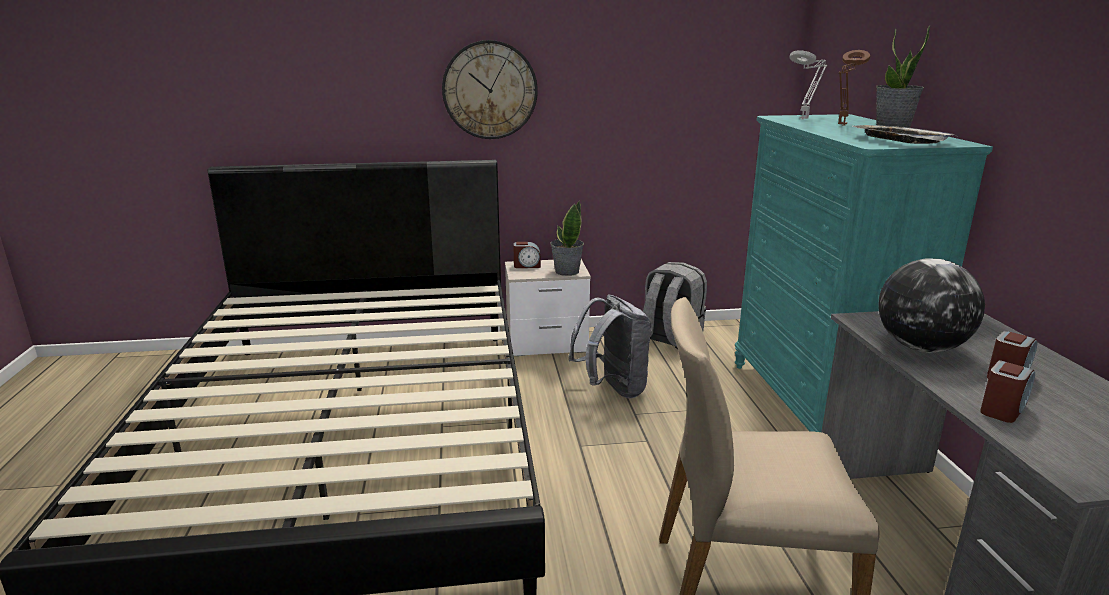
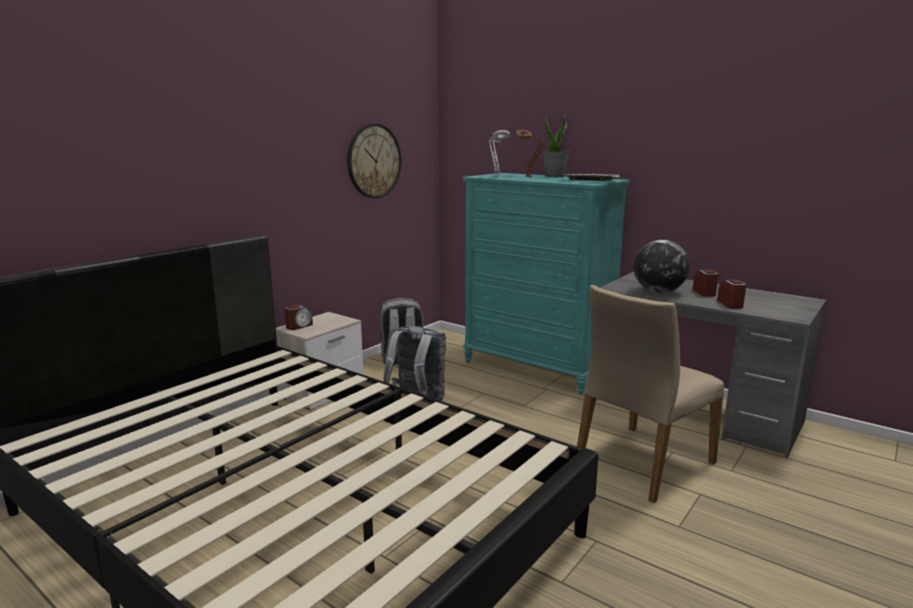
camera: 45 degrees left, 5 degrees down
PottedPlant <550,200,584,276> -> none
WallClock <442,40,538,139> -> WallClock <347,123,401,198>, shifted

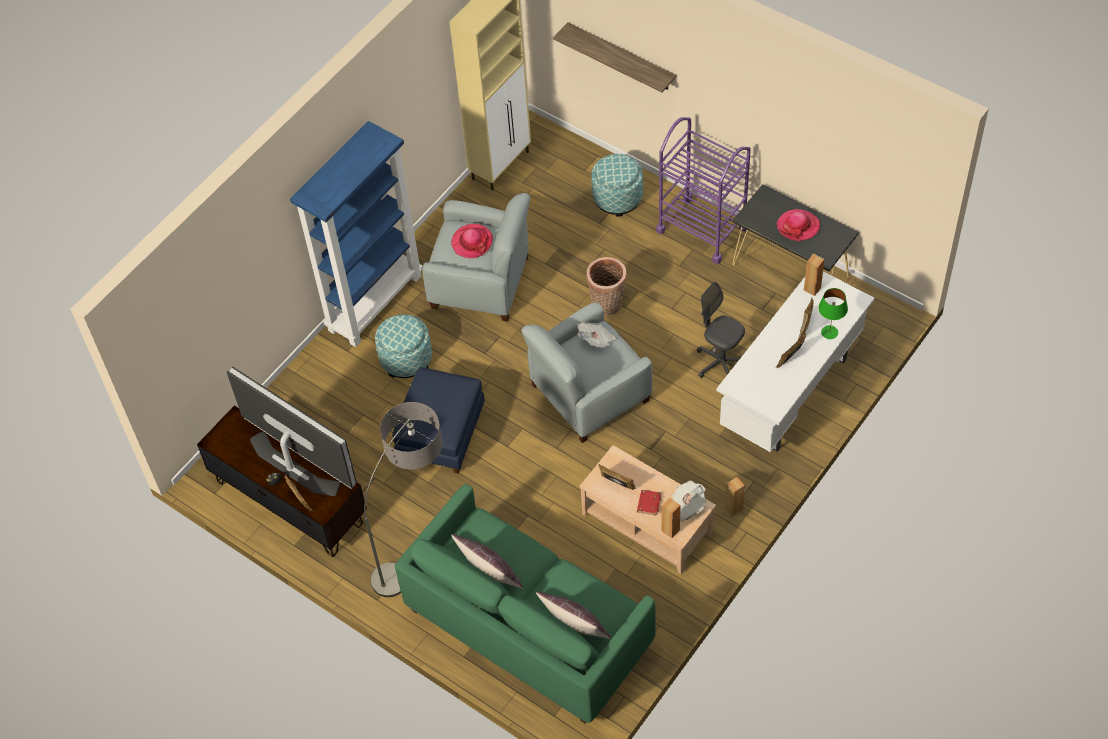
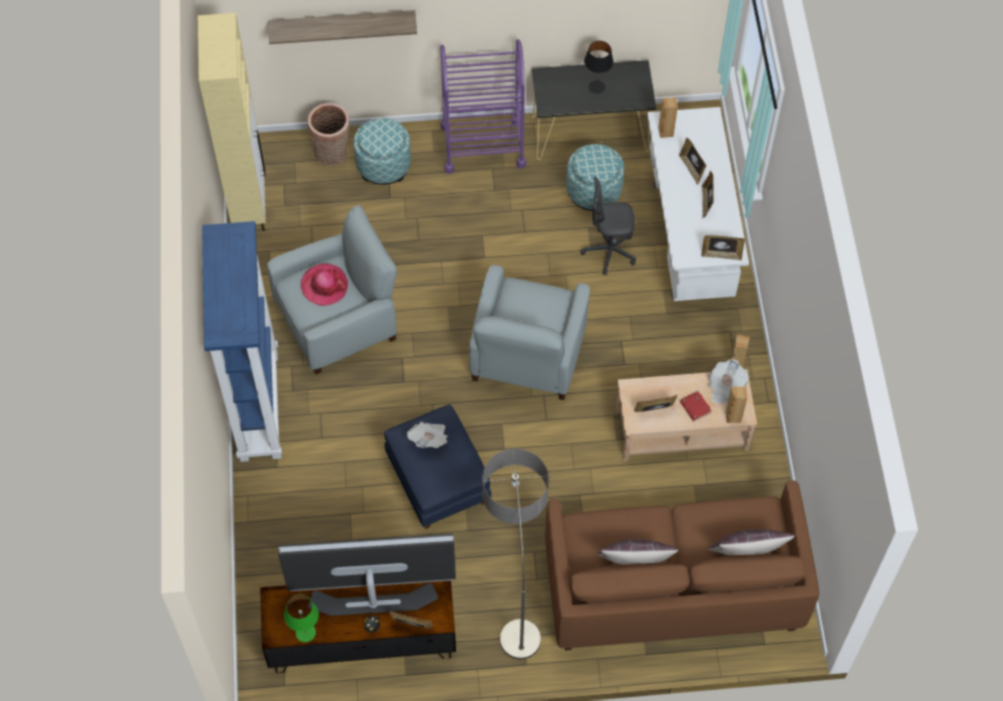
camera: 45 degrees left, 5 degrees up
none -> StandingFrame <702,235,745,260>
Ottoman <375,314,432,378> -> Ottoman <566,144,624,211>, shifted
Newspaper <578,322,616,348> -> Newspaper <407,422,447,448>, shifted
Basket <586,257,627,316> -> Basket <308,103,350,166>, shifted
GreenishLampForATable <818,288,848,339> -> GreenishLampForATable <284,595,319,642>, shifted
WearableHat <777,209,820,241> -> BlackColouredLampForATable <584,41,614,94>
GreenishCouch <395,484,656,723> -> BrownCouch <545,480,819,650>

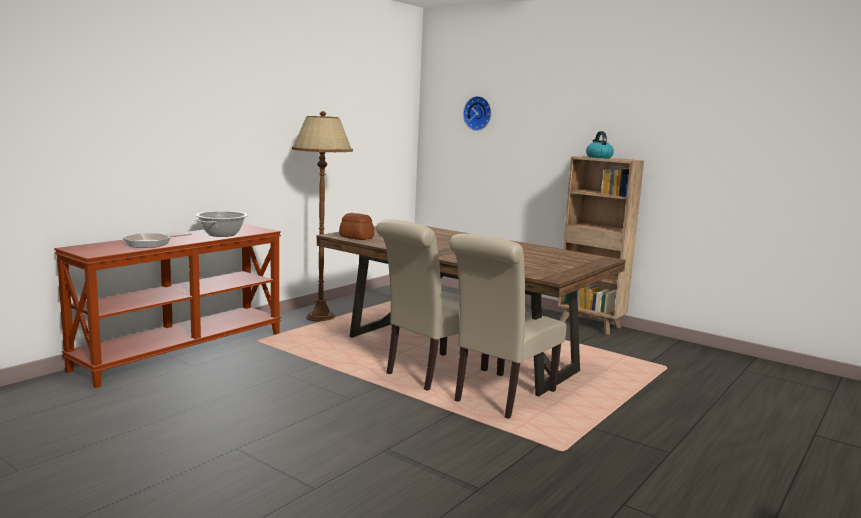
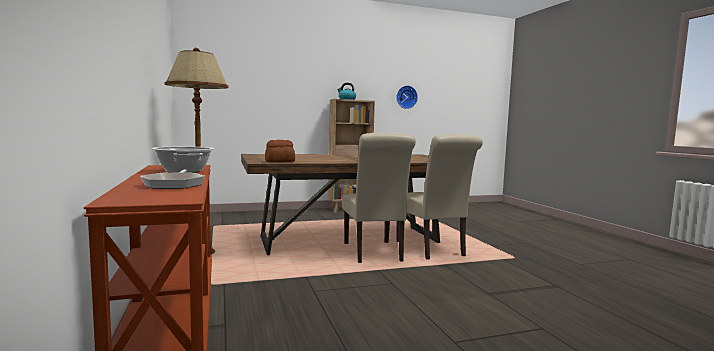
camera: 55 degrees left, 5 degrees down
WallClock <463,96,491,131> -> WallClock <396,85,418,109>, shifted

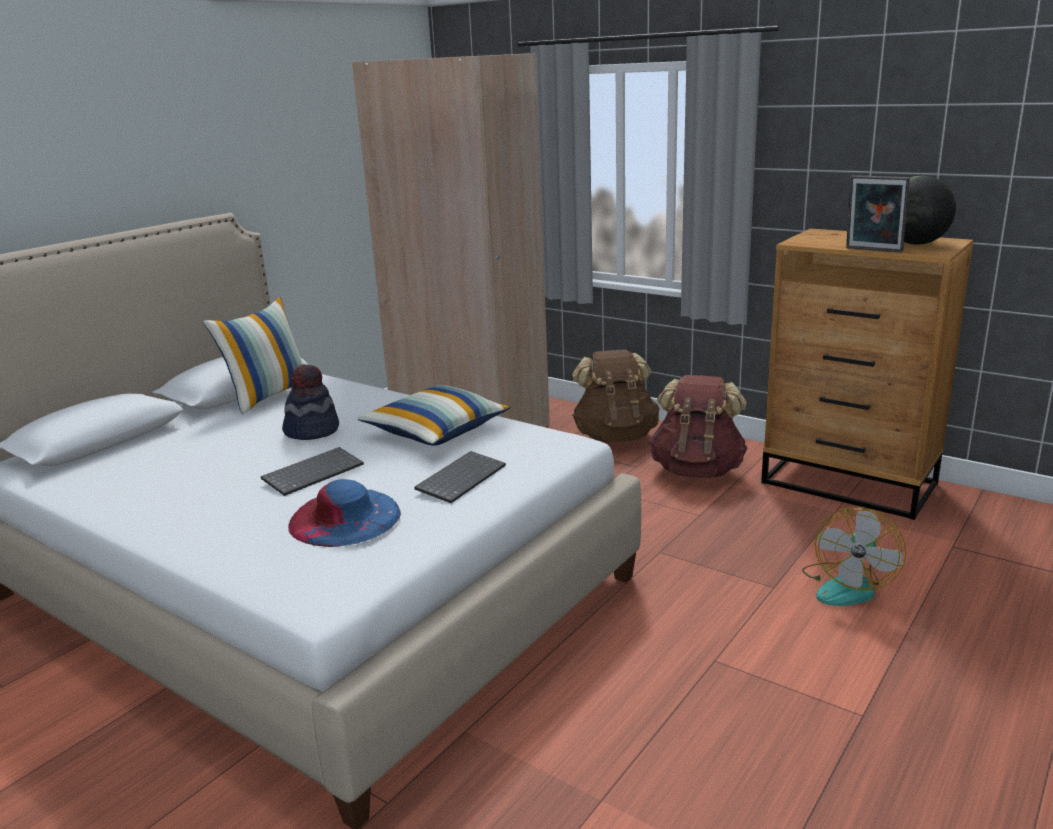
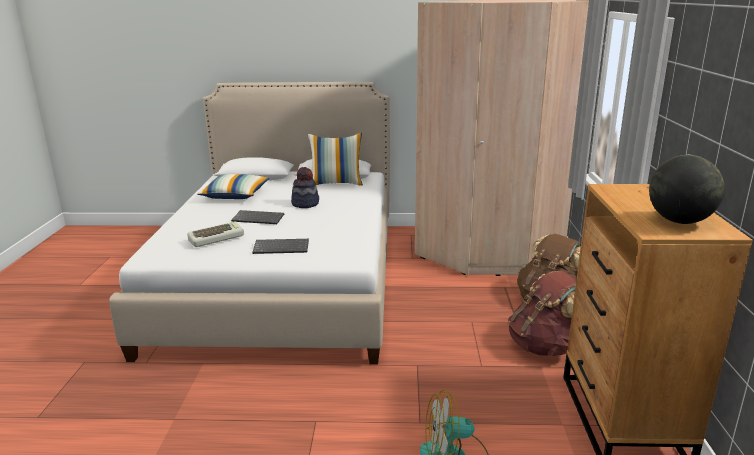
camera: 55 degrees right, 0 degrees up
StandingFrame <846,175,910,252> -> none
Cushion <358,385,510,446> -> Cushion <197,174,270,199>, shifted
BlueWearableHat <288,479,401,547> -> ComputerKeyboard <187,221,244,247>

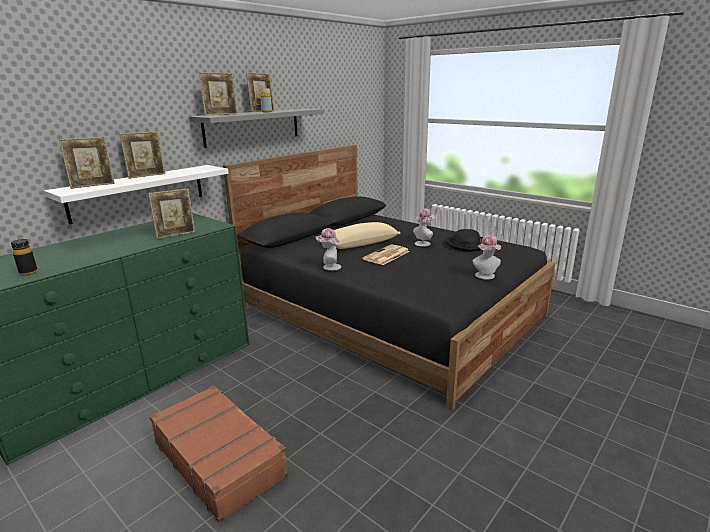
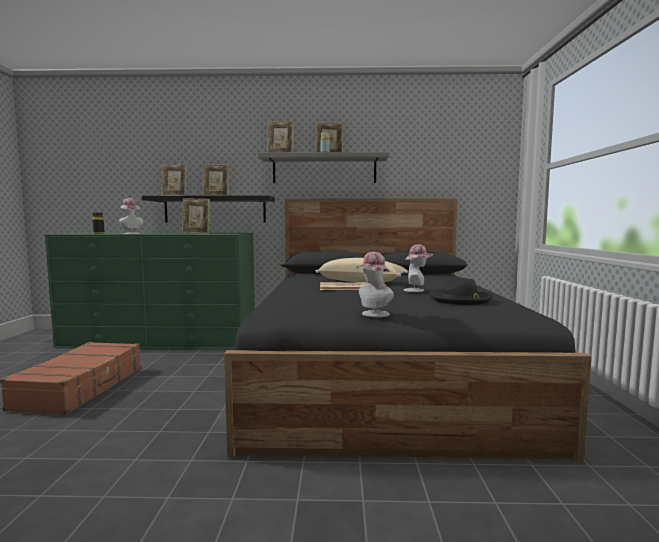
camera: 50 degrees right, 15 degrees down
WearableHat <315,228,341,271> -> WearableHat <119,198,144,234>, shifted
WhitishShelf <44,165,229,225> -> BlackColouredShelf <142,195,275,223>

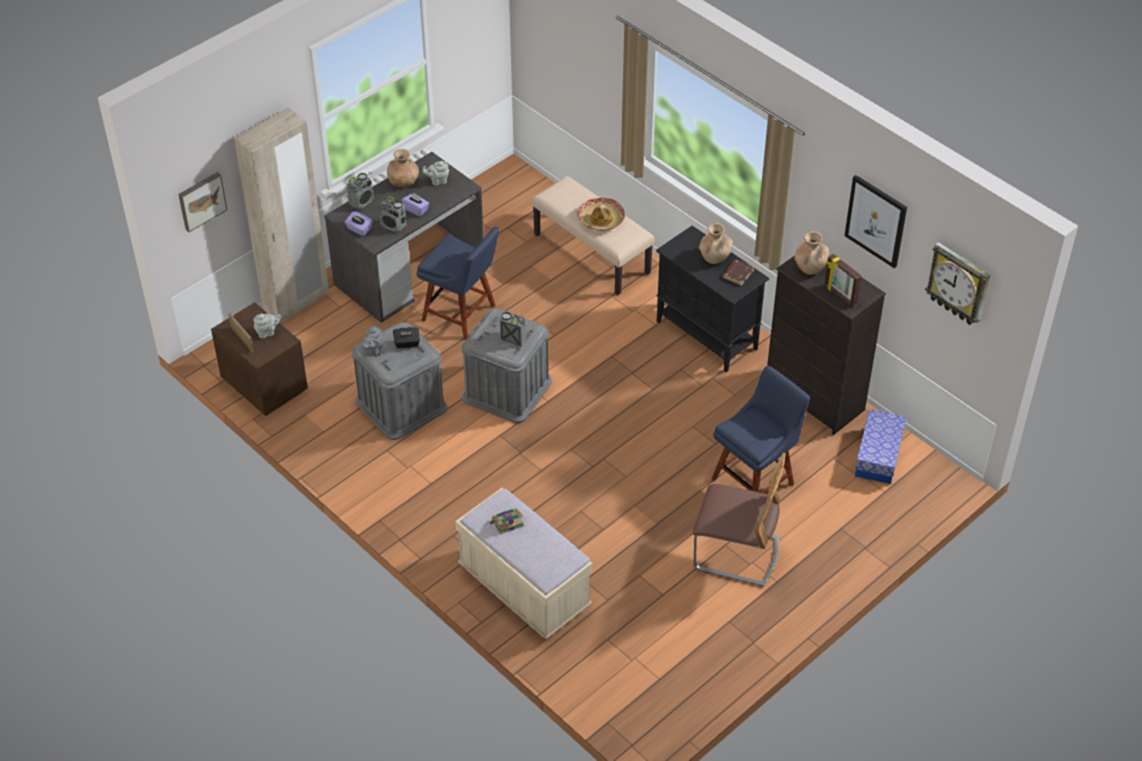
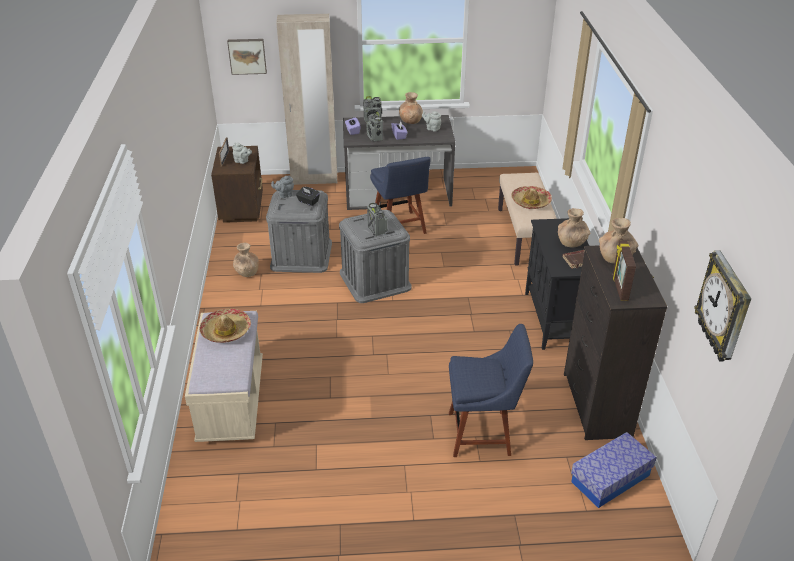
camera: 40 degrees right, 10 degrees down
PlainChair <693,453,785,586> -> none
WallArt <845,175,907,268> -> none
none -> BrownVase <233,243,259,277>
Volume <489,508,524,534> -> WearableHat <199,309,251,343>

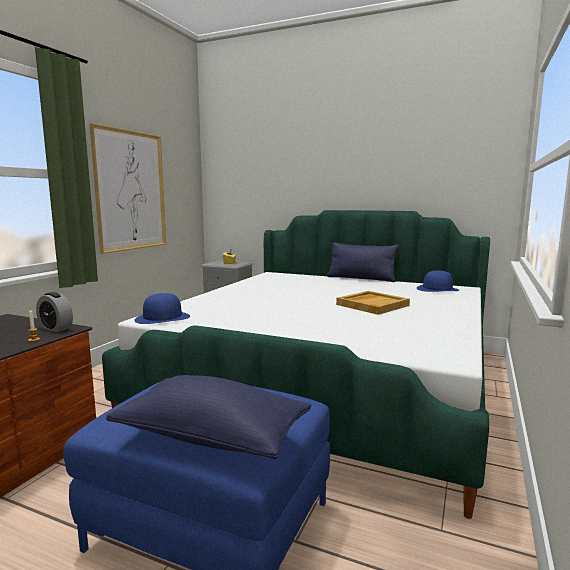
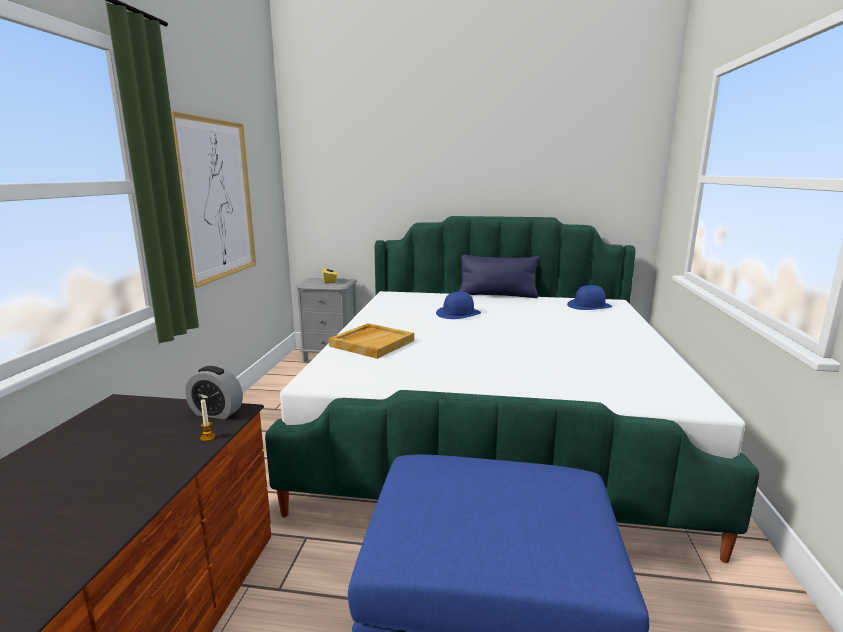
camera: 15 degrees left, 5 degrees up
BlueCushion <106,376,311,460> -> none
BlueWearableHat <134,293,190,324> -> BlueWearableHat <436,292,481,319>, shifted
SandColouredTray <336,291,410,315> -> SandColouredTray <329,323,414,359>, shifted

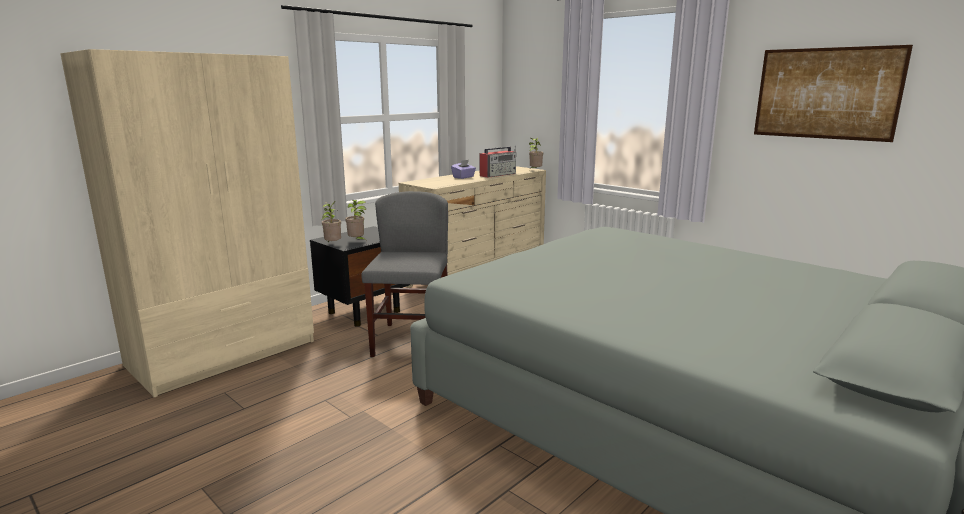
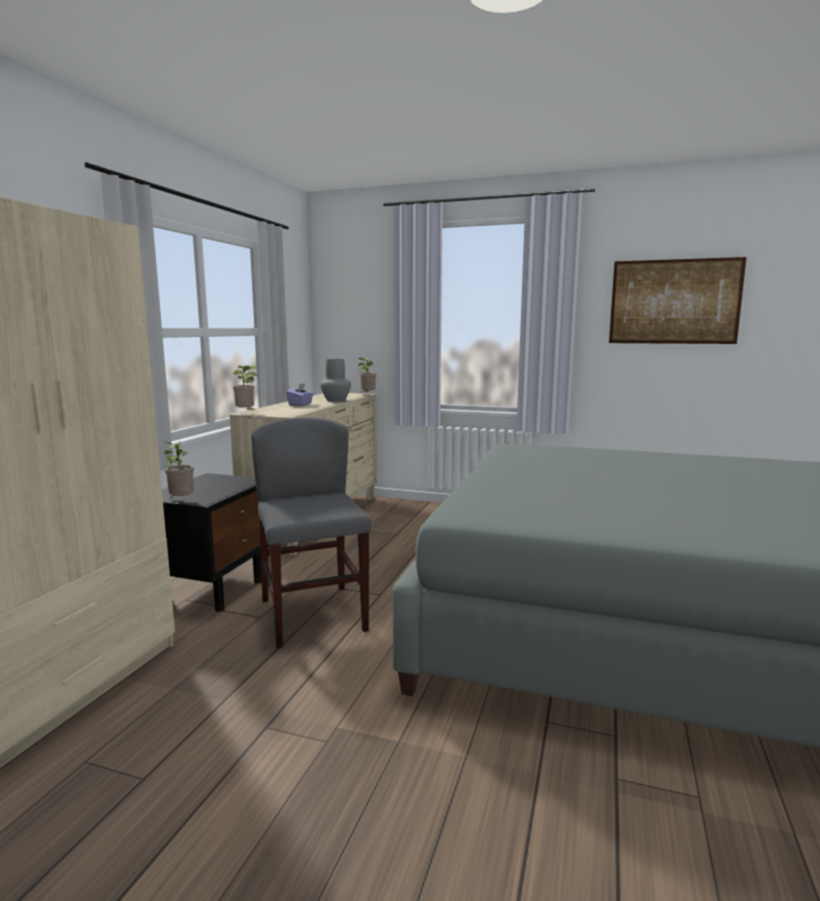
camera: 25 degrees left, 5 degrees down
PottedPlant <345,200,367,241> -> PottedPlant <233,366,258,411>, shifted
RadioReceiver <480,145,516,178> -> GreyVase <320,359,351,402>

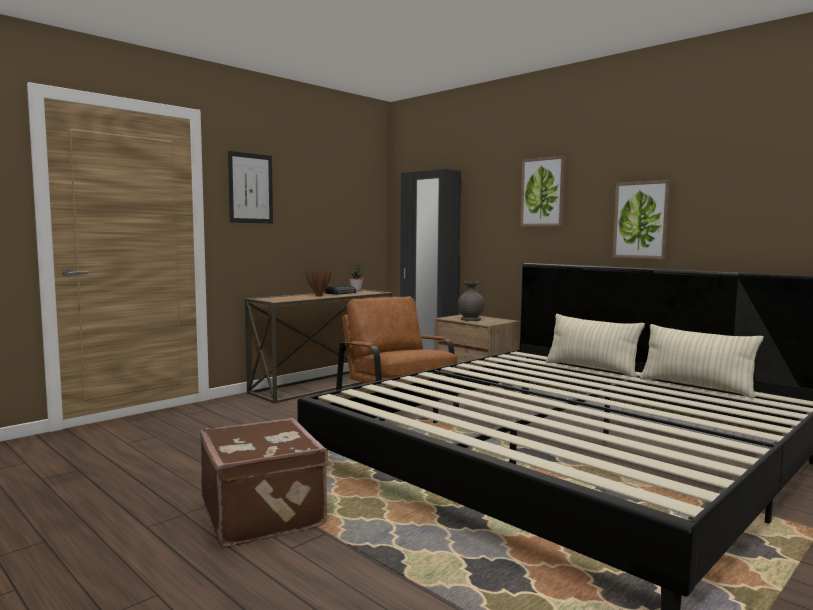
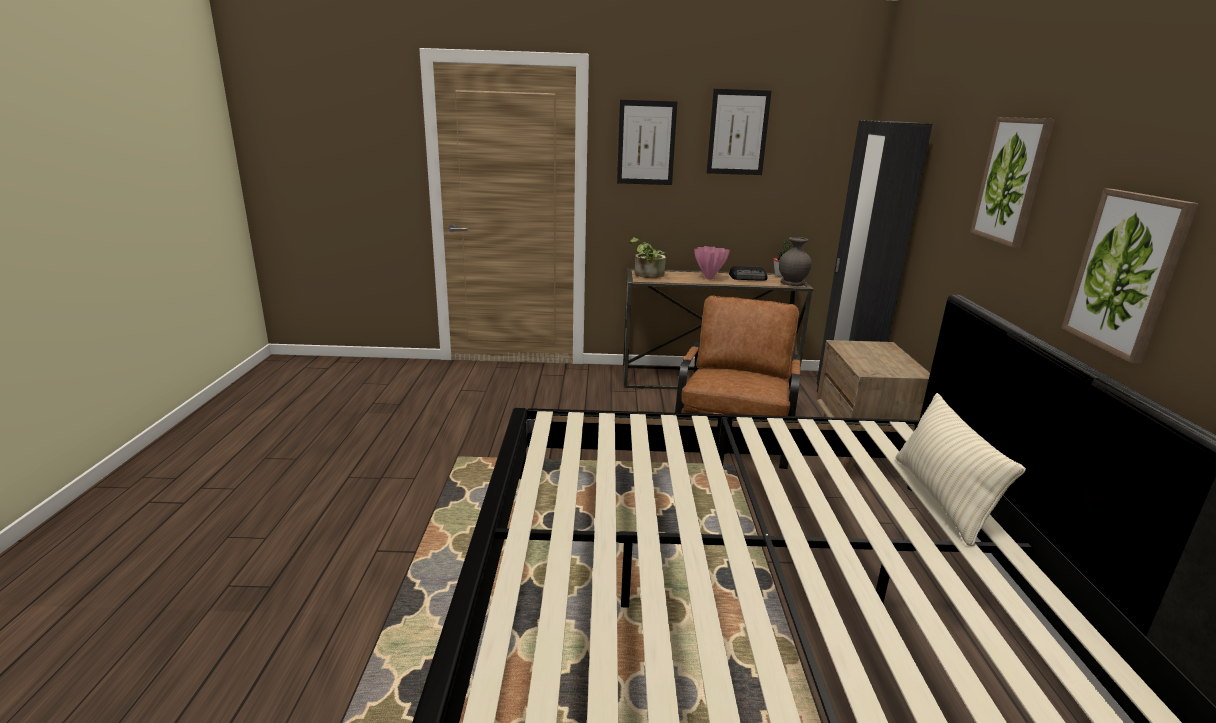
camera: 45 degrees right, 15 degrees up
BrownTravelCase <200,418,328,546> -> none
SandColouredCushion <640,324,764,398> -> none
none -> PottedPlant <629,237,666,278>
none -> WallArt <707,89,772,175>
GreyVase <458,281,485,321> -> GreyVase <779,237,812,286>, shifted
BrownVase <305,271,331,296> -> PinkColouredVase <694,246,730,280>

